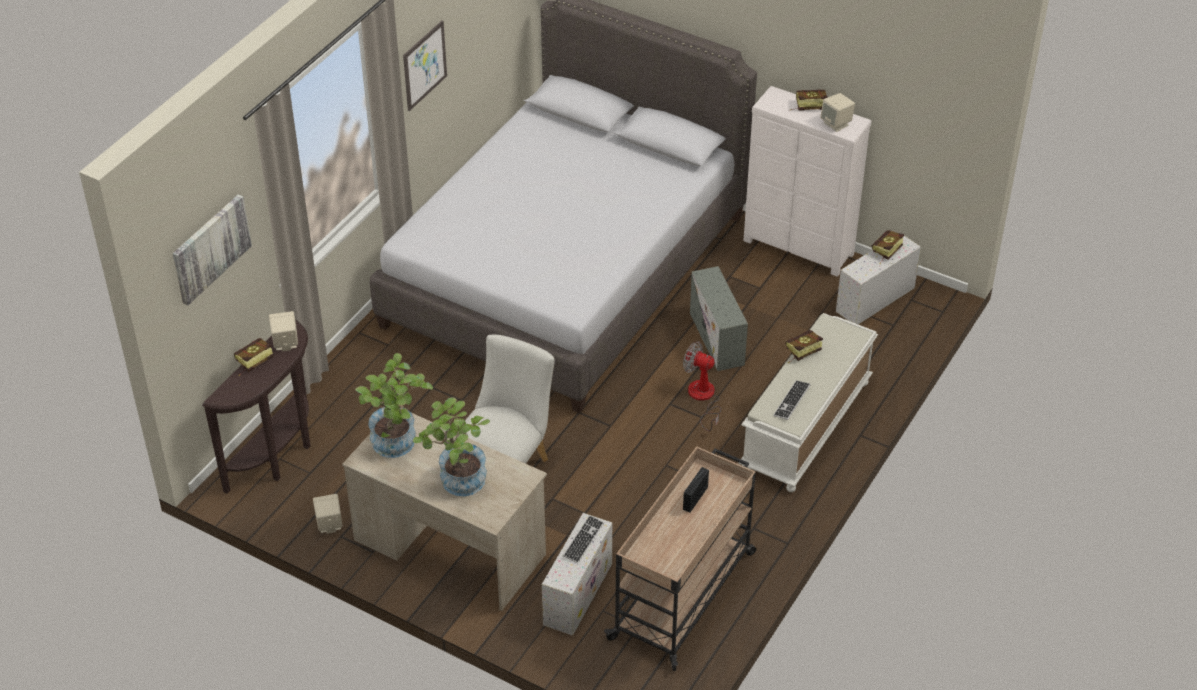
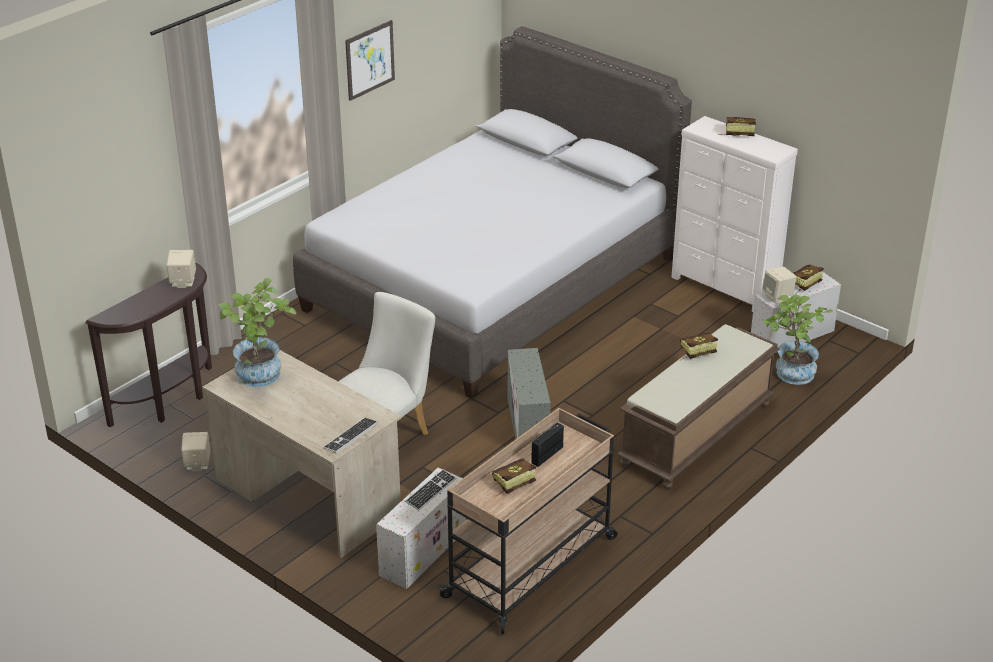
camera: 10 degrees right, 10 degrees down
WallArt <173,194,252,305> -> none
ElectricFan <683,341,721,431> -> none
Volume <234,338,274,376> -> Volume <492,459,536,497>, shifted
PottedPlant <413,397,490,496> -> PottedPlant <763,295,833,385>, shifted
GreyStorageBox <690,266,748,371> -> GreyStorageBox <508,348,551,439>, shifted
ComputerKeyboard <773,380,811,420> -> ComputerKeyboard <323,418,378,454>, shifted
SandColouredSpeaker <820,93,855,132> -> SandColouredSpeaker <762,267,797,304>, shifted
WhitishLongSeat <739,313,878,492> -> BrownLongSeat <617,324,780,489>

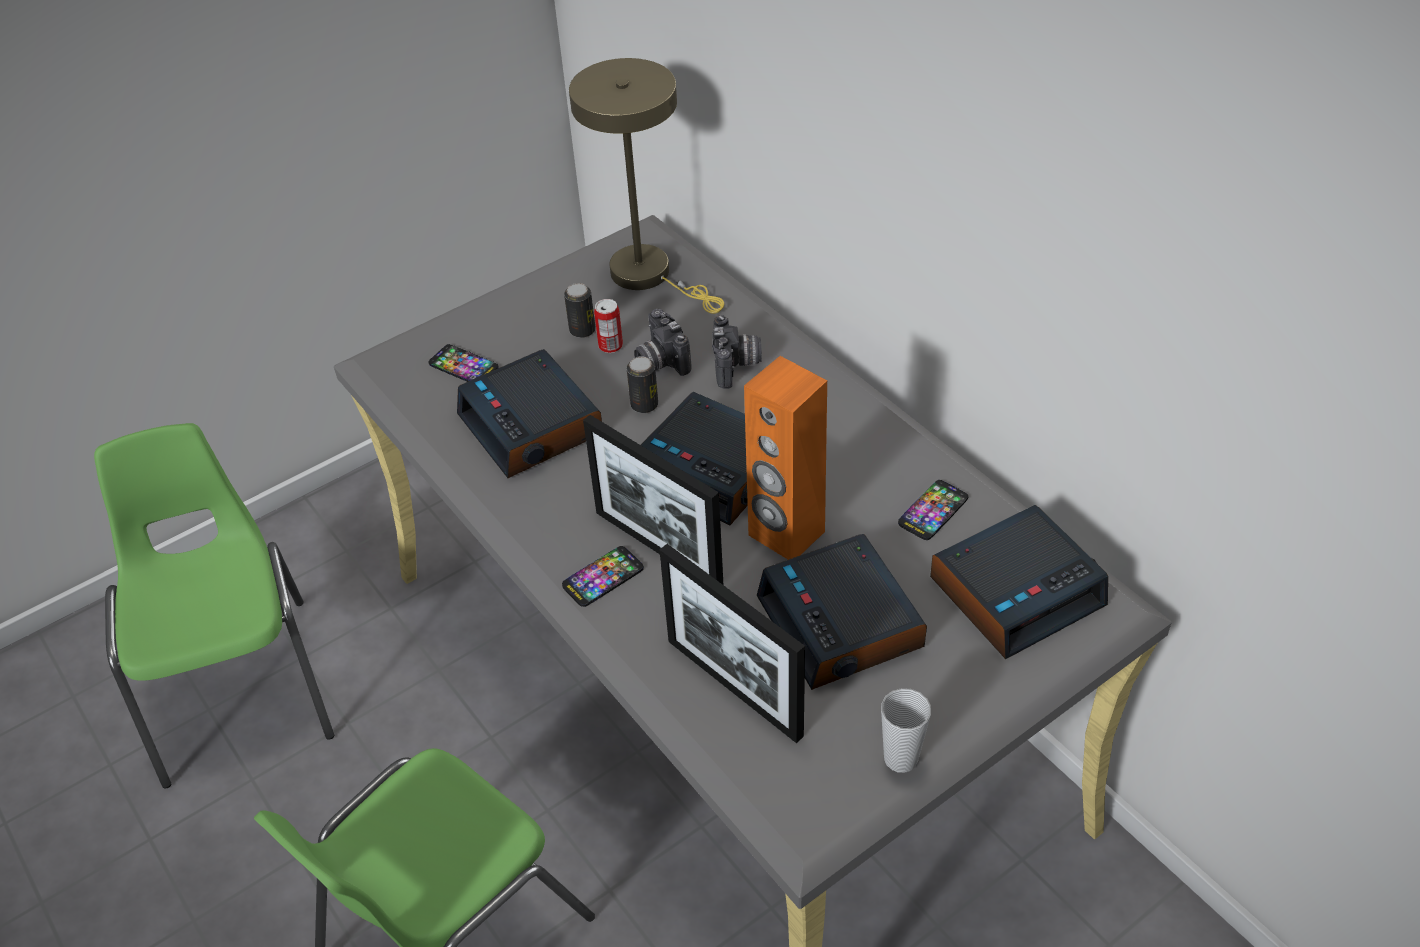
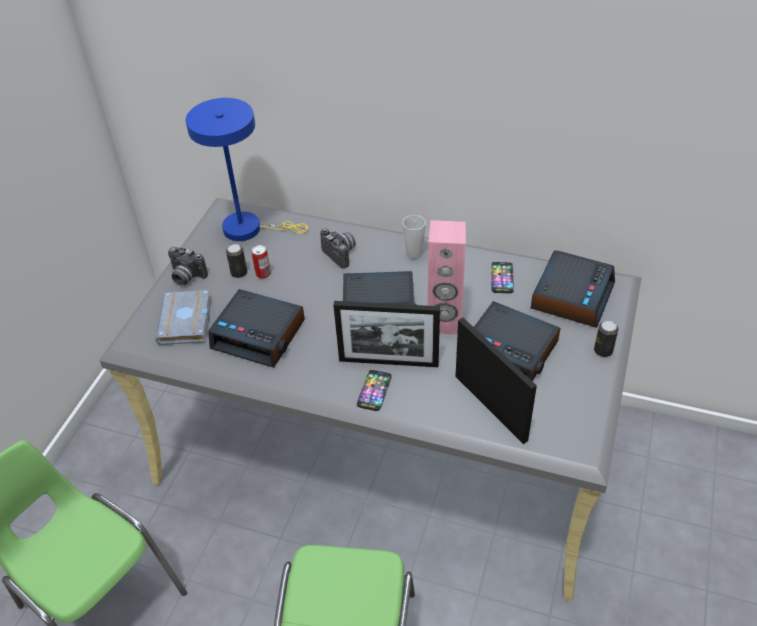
camera: 35 degrees left, 0 degrees up
MetalCan <627,356,658,413> -> MetalCan <594,320,619,357>, shifted
StillCamera <634,309,692,376> -> StillCamera <168,247,208,286>, shifted
Cup <881,688,931,773> -> Cup <403,215,426,259>, shifted
Handset <429,344,499,382> -> GreyVolume <155,290,211,345>
SandColouredLampForATable <569,58,724,314> -> BlueLampForATable <186,98,308,241>
OrangeSpeaker <744,356,827,560> -> PinkColouredSpeaker <428,220,466,335>
StandingFrame <659,544,805,743> -> StandingFrame <455,318,537,444>, 135 degrees counterclockwise

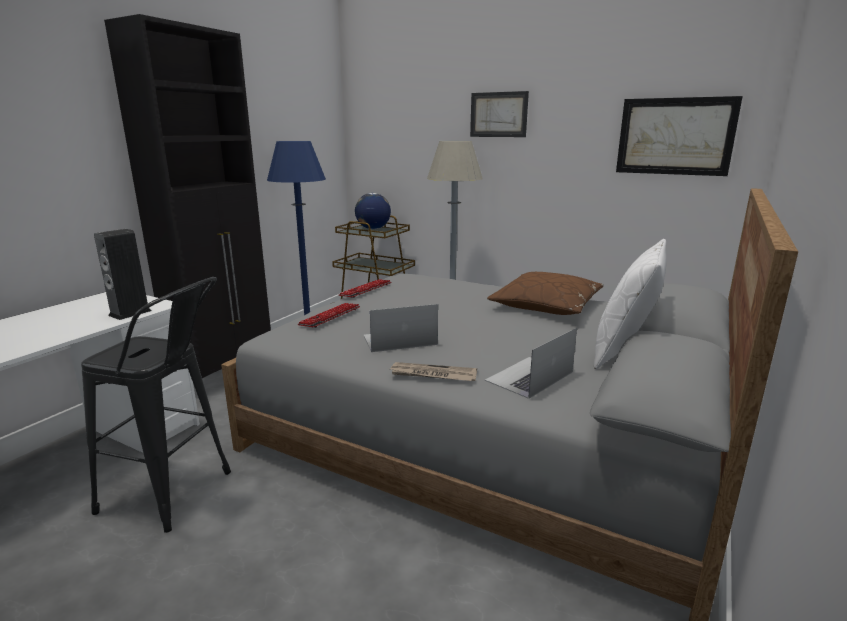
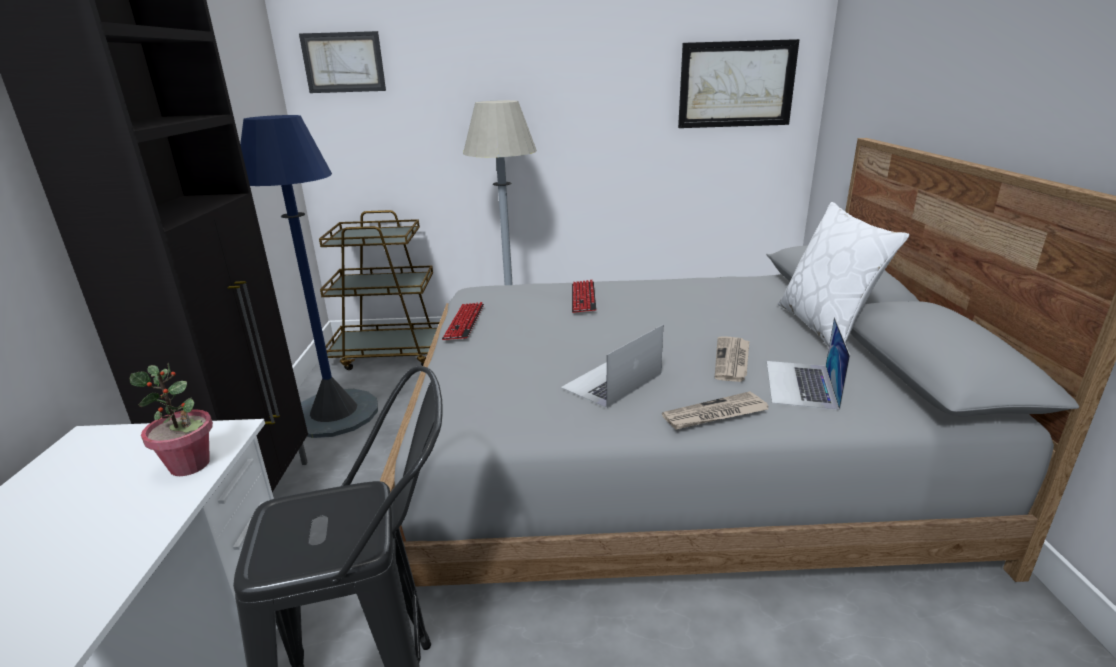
camera: 30 degrees left, 5 degrees up
Globe <355,193,391,229> -> none
BrownCushion <487,272,604,315> -> none
none -> Newspaper <715,336,749,382>
ComputerKeyboard <297,303,360,328> -> ComputerKeyboard <572,280,596,313>, shifted
WallArt <470,91,529,137> -> WallArt <299,31,386,93>, shifted
Speaker <94,229,152,320> -> PottedPlant <130,363,213,476>

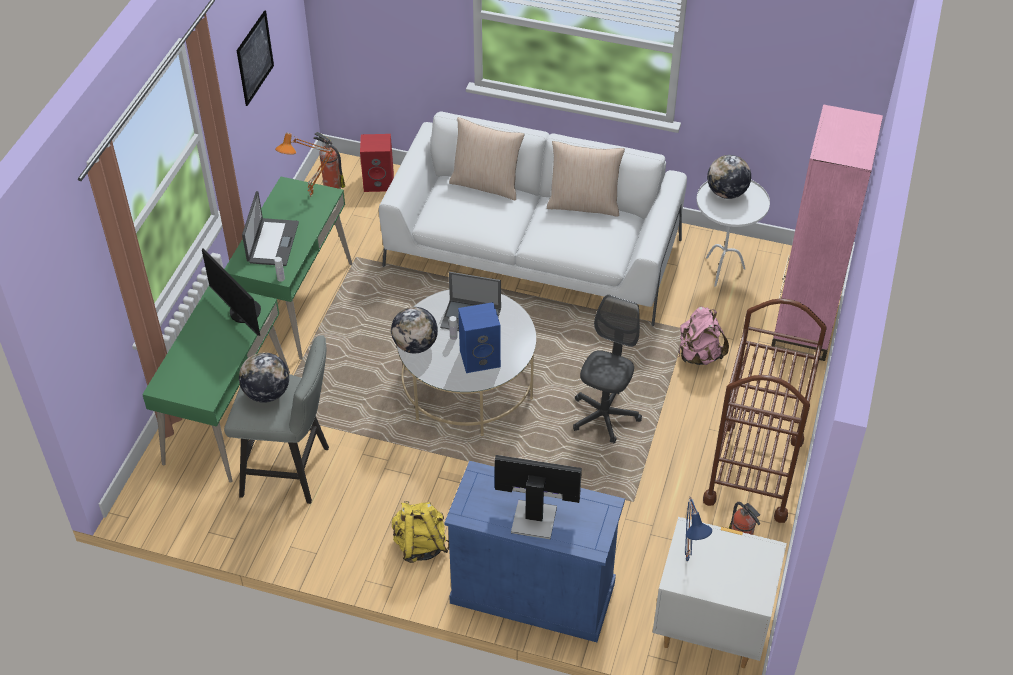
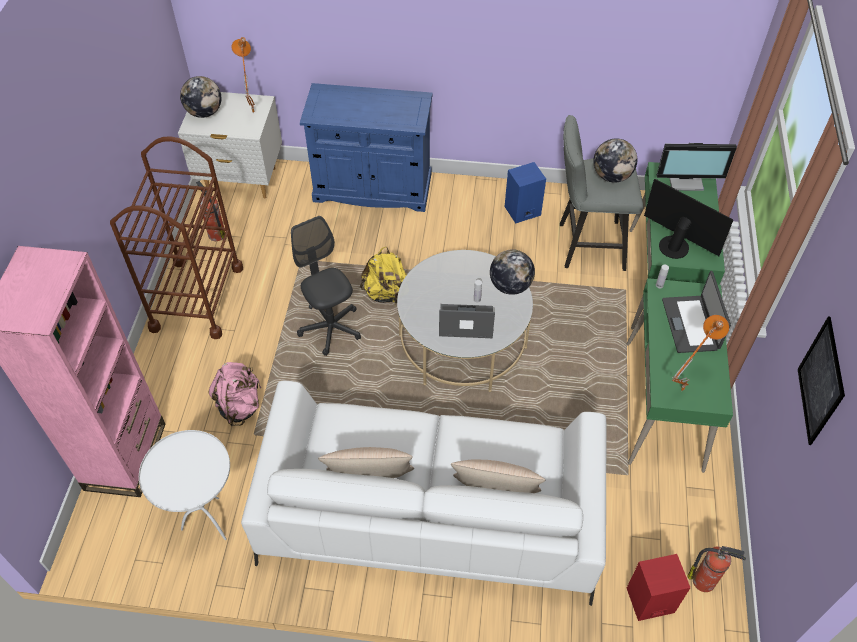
camera: 170 degrees right, 5 degrees up
YellowRucksack <392,501,449,563> -> YellowRucksack <360,247,407,304>, shifted
BlueSpeaker <458,302,501,373> -> BlueSpeaker <504,162,546,223>, shifted
ComputerDisplay <495,455,582,539> -> ComputerDisplay <657,143,737,191>, shifted
Globe <707,155,751,199> -> Globe <180,76,221,118>, shifted
BlueLampForATable <685,497,712,562> -> OrangeLampForATable <231,37,255,113>
GreyComputerChair <573,295,642,443> -> GreyComputerChair <291,216,361,356>, 135 degrees clockwise

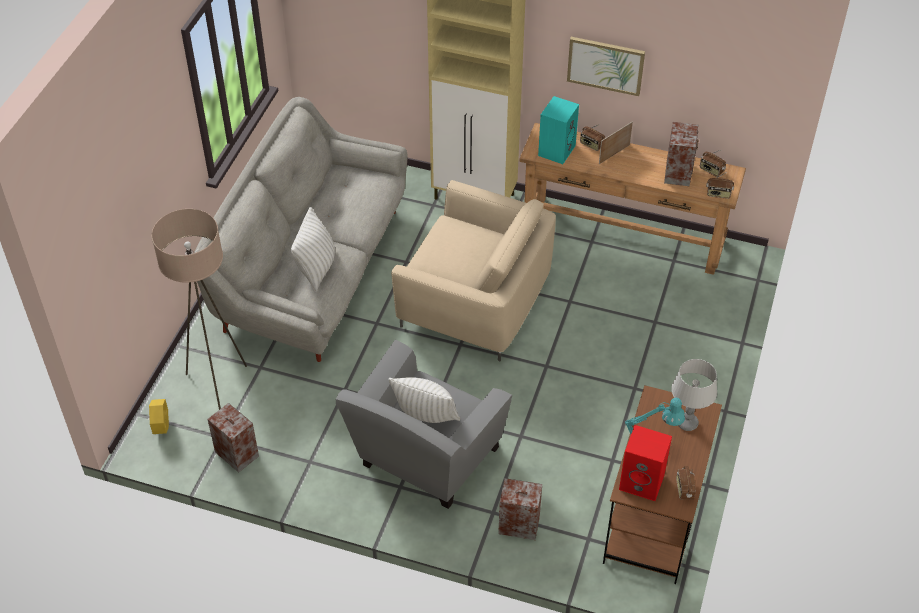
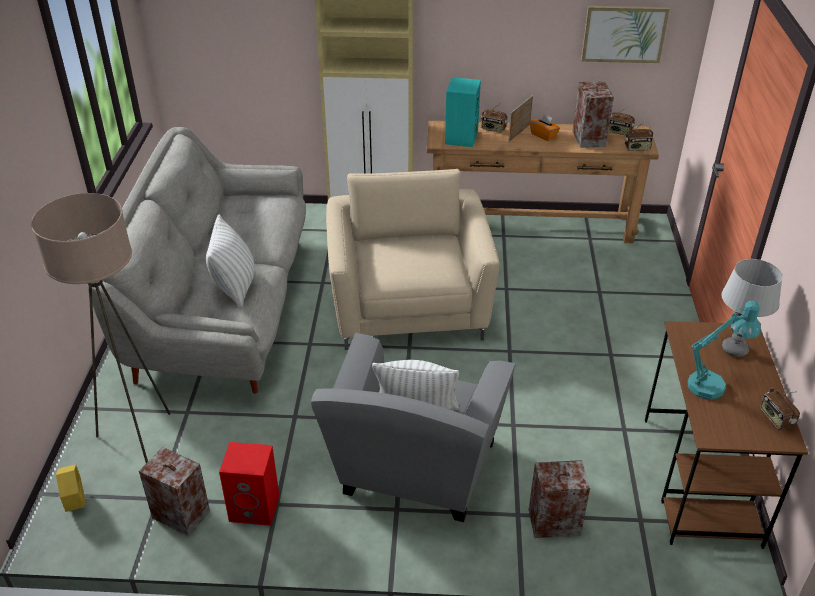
camera: 15 degrees left, 10 degrees down
none -> OrangeBoxOfTissues <530,114,560,141>
WallArt <567,37,645,96> -> WallArt <581,6,670,63>, shifted
RedColouredSpeaker <619,425,672,501> -> RedColouredSpeaker <219,442,279,526>, shifted
SandColouredLoungeChair <391,180,556,362> -> SandColouredLoungeChair <326,169,499,350>, 105 degrees counterclockwise

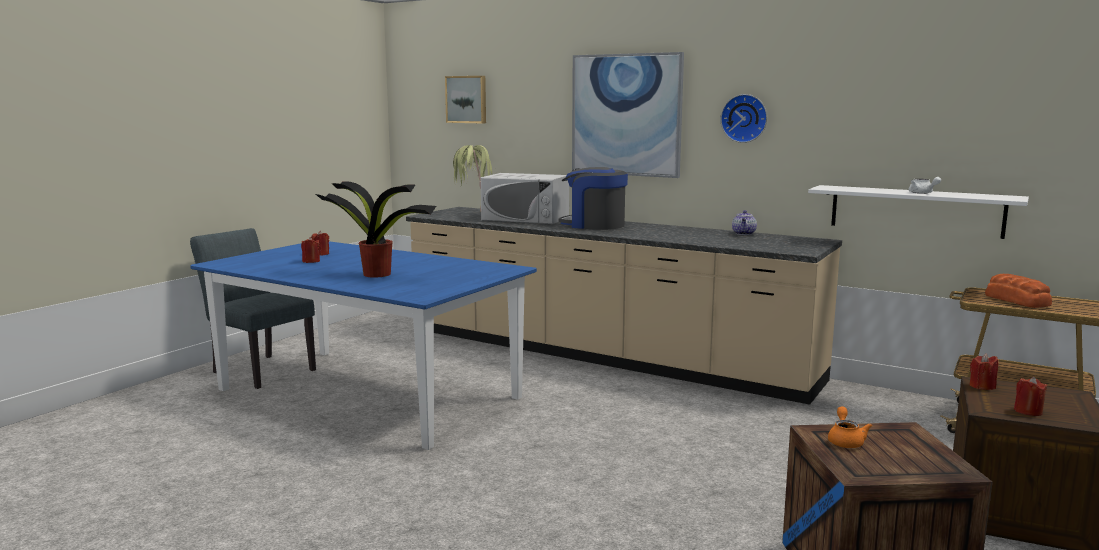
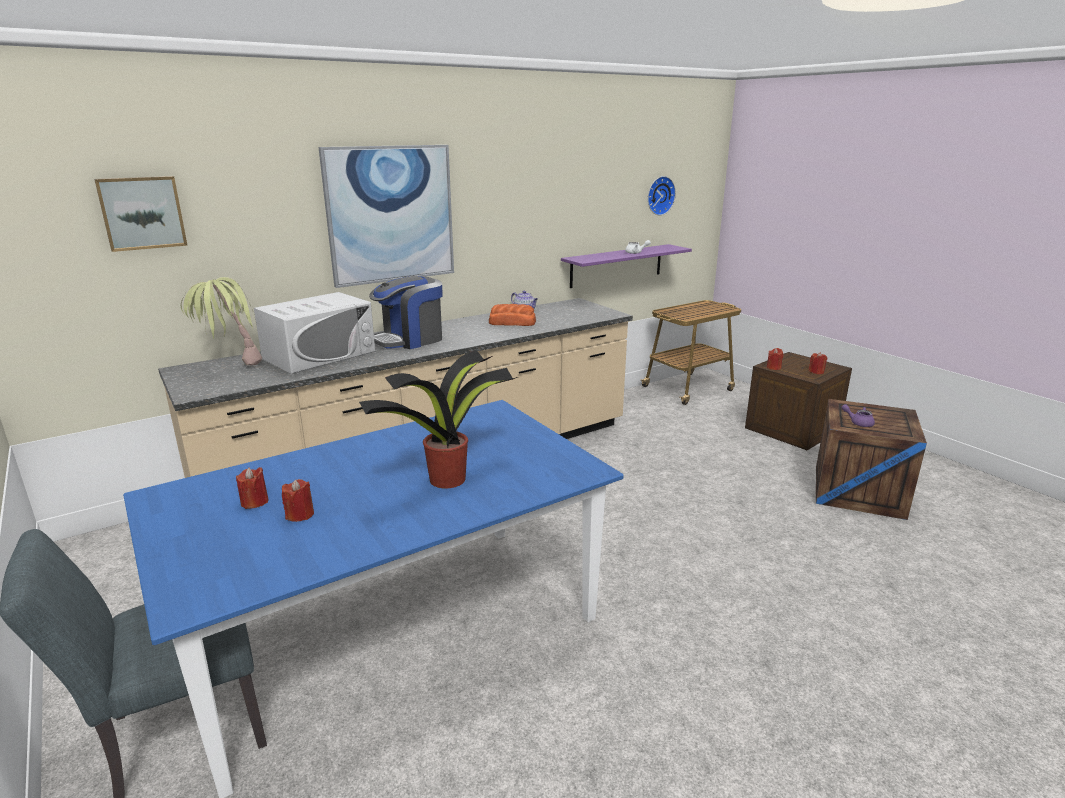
camera: 65 degrees left, 10 degrees up
WallClock <720,94,767,143> -> WallClock <648,176,676,215>, shifted
BakeryBread <985,274,1052,308> -> BakeryBread <489,304,536,326>, shifted
WhitishShelf <808,185,1029,239> -> PurplishShelf <561,244,692,288>
OrangeTeaPot <828,406,872,448> -> PurplishTeaPot <842,404,875,427>

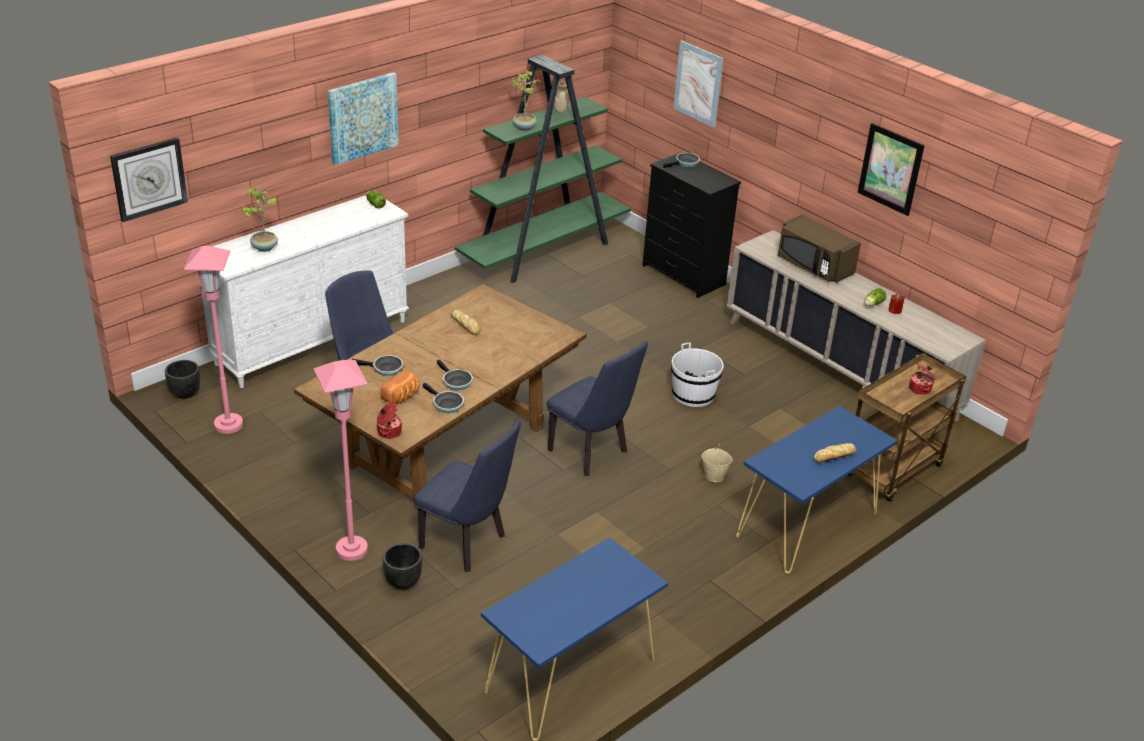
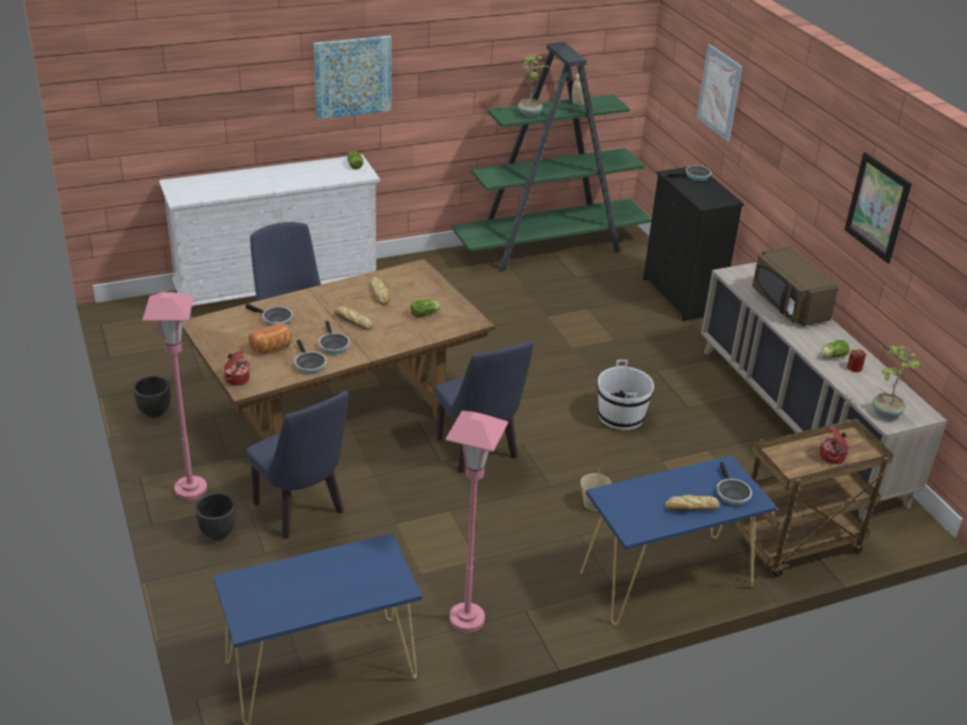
camera: 20 degrees right, 0 degrees up
WallClock <110,137,188,222> -> none
none -> BakeryBread <334,306,373,330>
none -> LettuceHead <411,300,440,317>
none -> FryingPan <716,462,752,506>
BlackColouredFlowerPot <165,360,200,399> -> BlackColouredFlowerPot <133,376,171,418>, shifted
PinkColouredStandingLamp <184,246,243,434> -> PinkColouredStandingLamp <445,411,509,633>, shifted
PottedPlant <242,187,278,252> -> PottedPlant <872,346,921,418>, shifted

